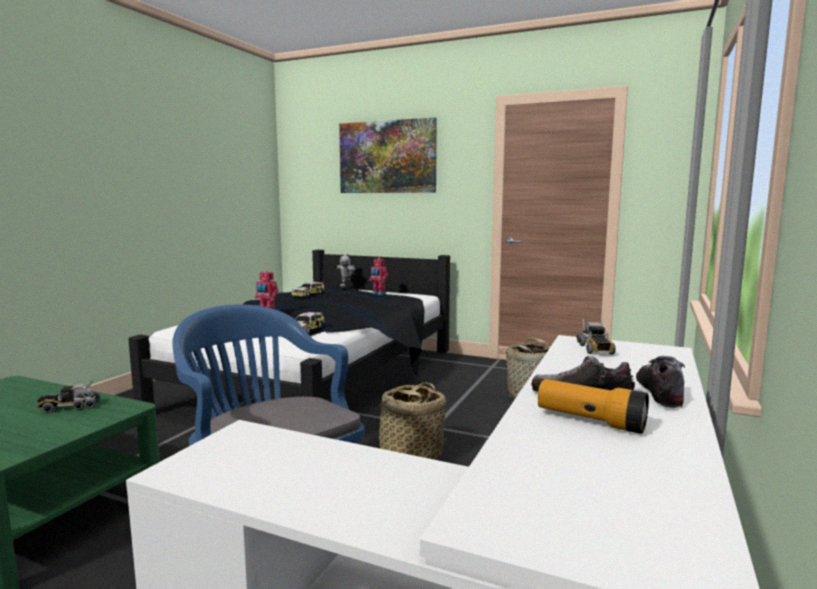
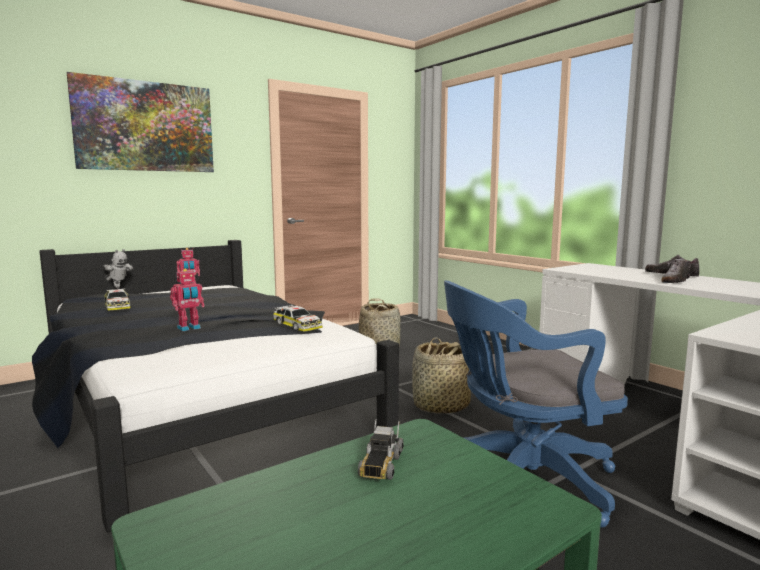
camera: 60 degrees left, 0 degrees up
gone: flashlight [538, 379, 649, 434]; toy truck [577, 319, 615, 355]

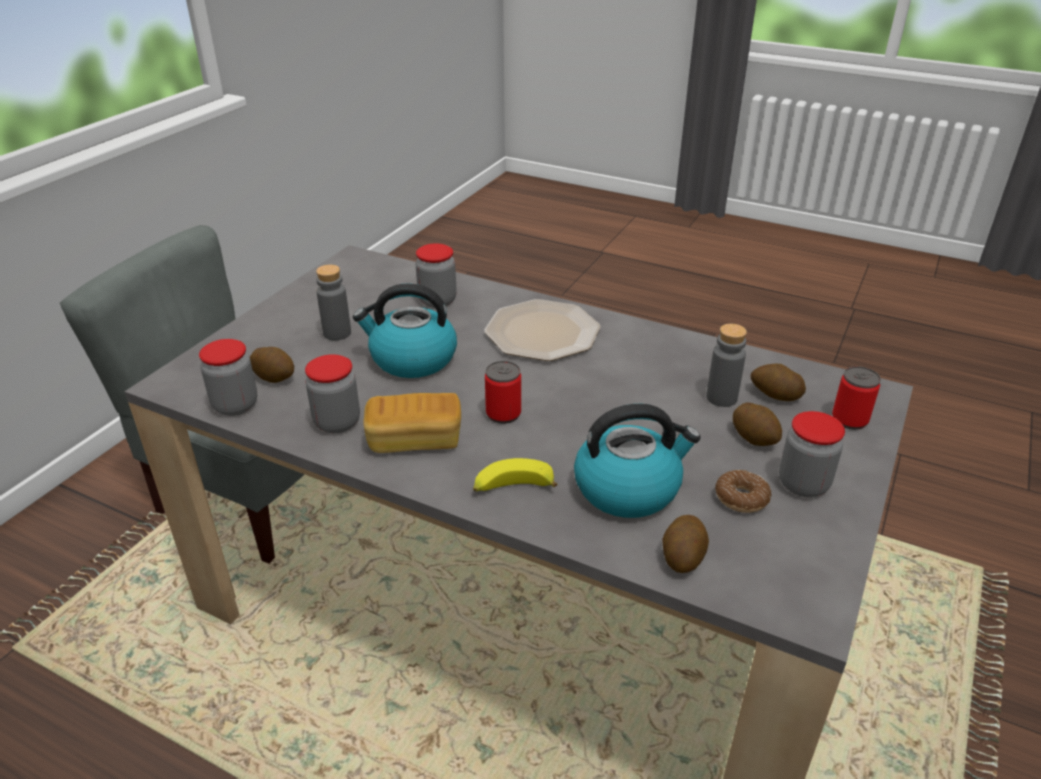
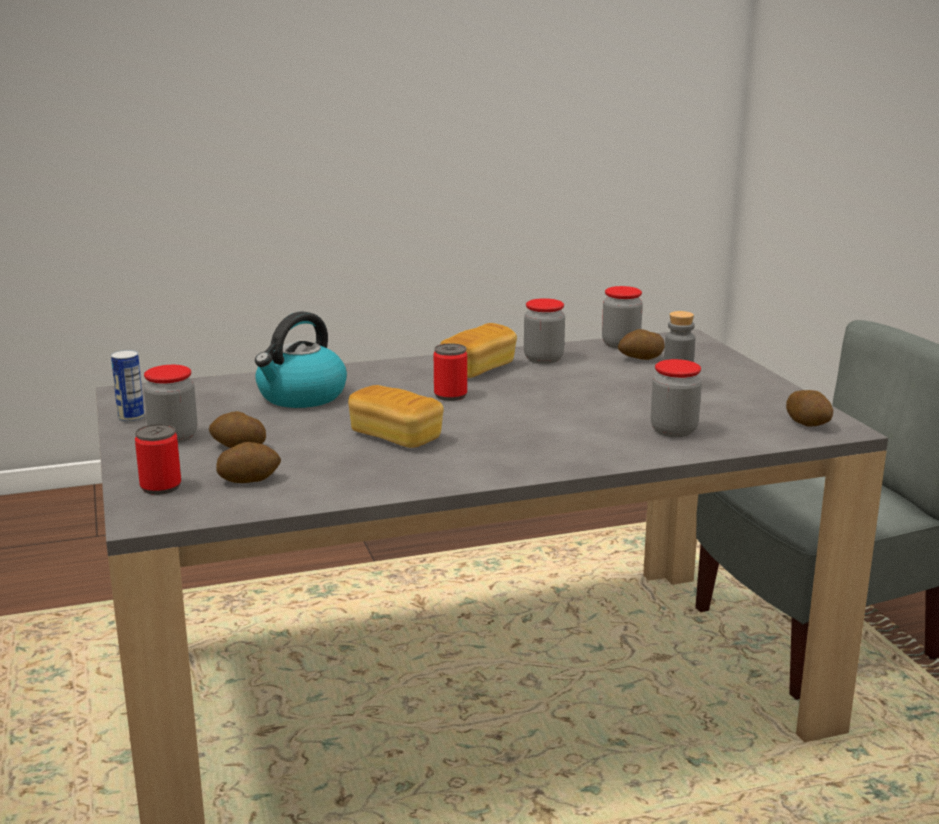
camera: 135 degrees right, 15 degrees down
gone: kettle [353, 284, 457, 378]; banana [473, 458, 557, 491]; plate [484, 299, 601, 361]; grey bottle [706, 324, 747, 407]; donut [715, 470, 771, 513]
new: can [111, 350, 145, 423]; bread [348, 385, 444, 448]
shifted: potato [662, 515, 709, 573] to [786, 390, 833, 427]

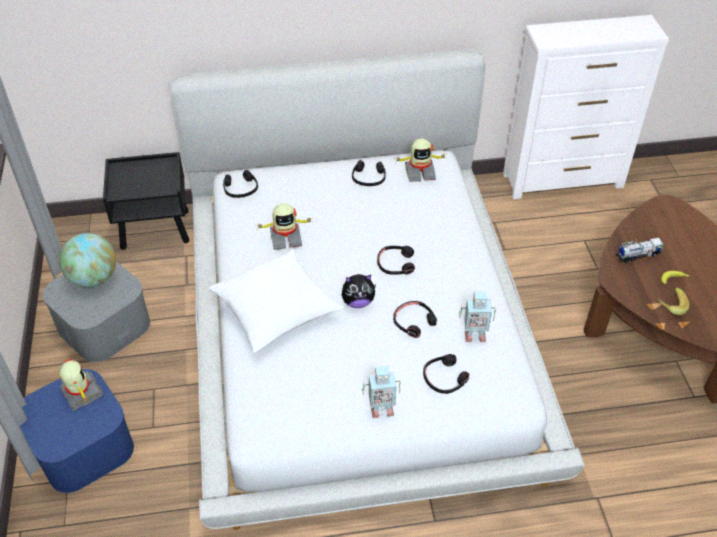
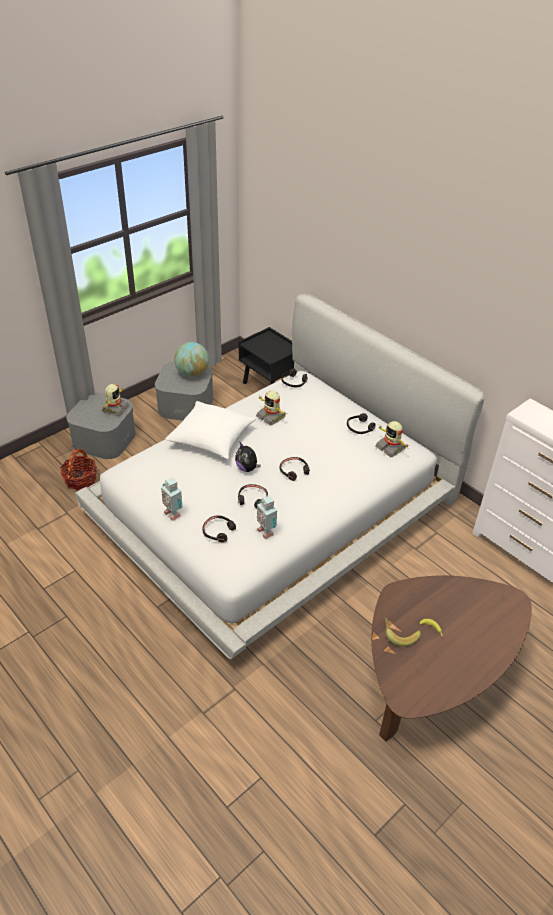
camera: 55 degrees right, 5 degrees down
gone: toy truck [616, 238, 664, 263]
new: basket [60, 449, 97, 490]
repainted: blue storage box [19, 369, 134, 493] to grey storage box [66, 392, 136, 459]

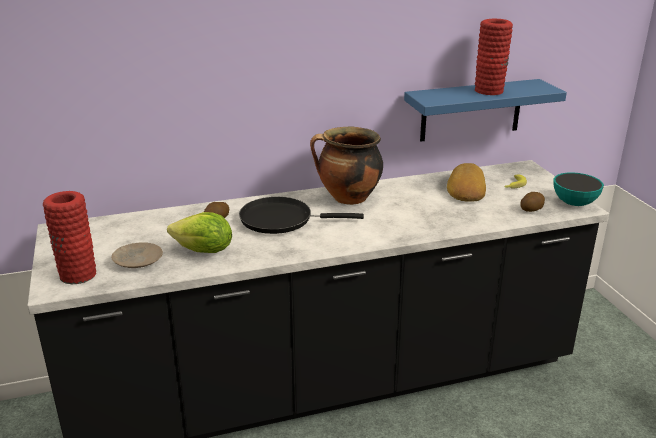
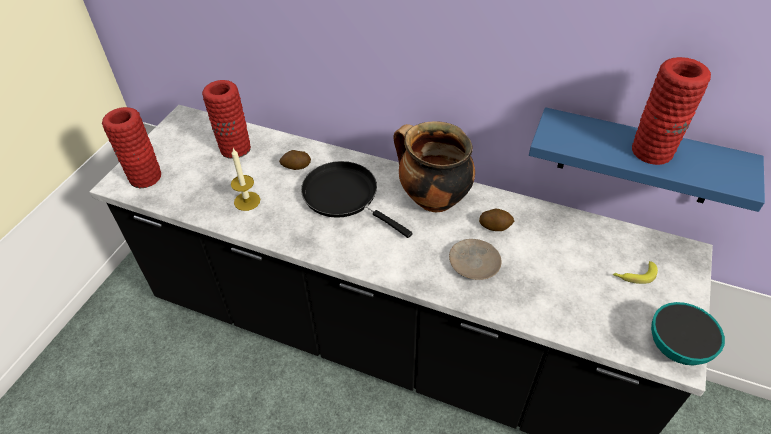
camera: 40 degrees right, 20 degrees up
gone: bread [447, 163, 486, 202]
new: red vase [202, 80, 251, 159]
shifted: beige plate [111, 243, 163, 268] to [449, 239, 502, 280]; potato [520, 192, 545, 212] to [479, 209, 514, 231]
swapped: lettuce [167, 212, 232, 253] to candle [231, 148, 260, 211]

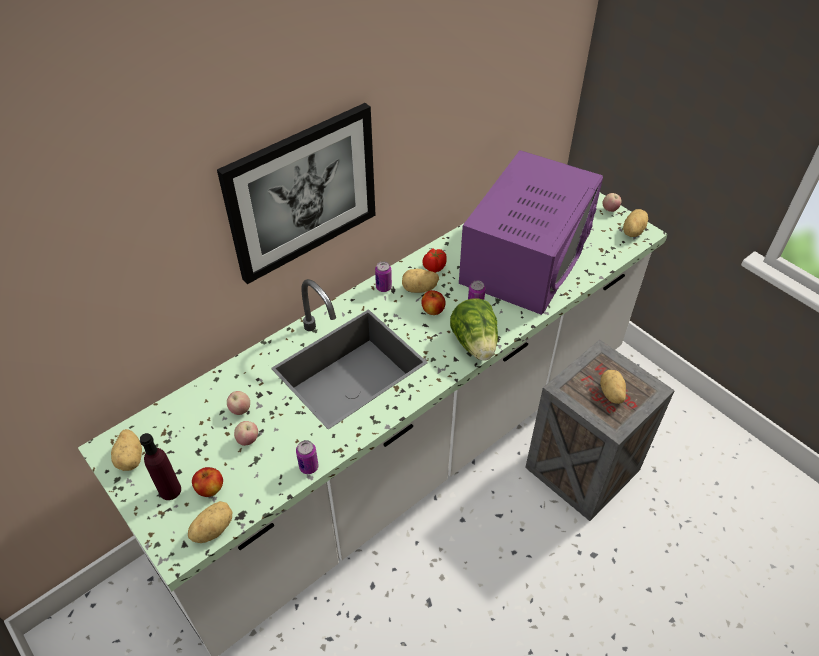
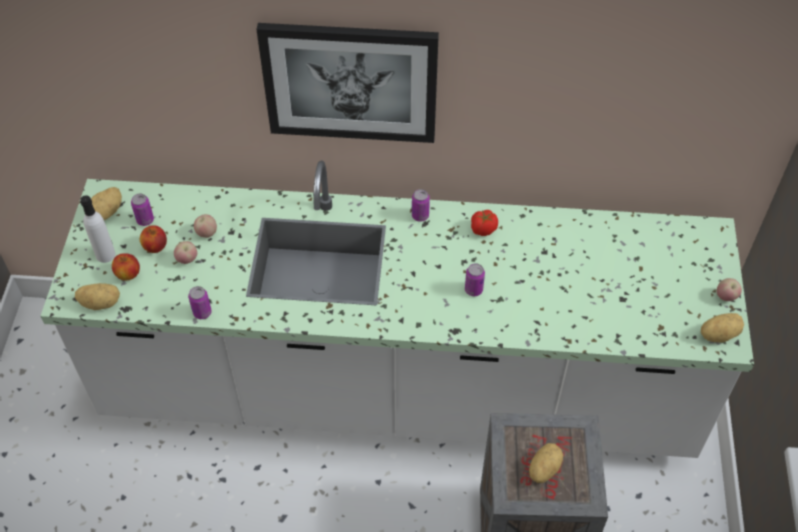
camera: 45 degrees right, 5 degrees up
gone: potato [402, 269, 439, 293]; lettuce [450, 299, 498, 361]; purple microwave [459, 150, 603, 315]
new: can [131, 193, 154, 226]
shifted: apple [421, 290, 446, 315] to [140, 225, 167, 253]
repainted: purple bottle [140, 433, 181, 500] to white bottle [80, 195, 116, 263]

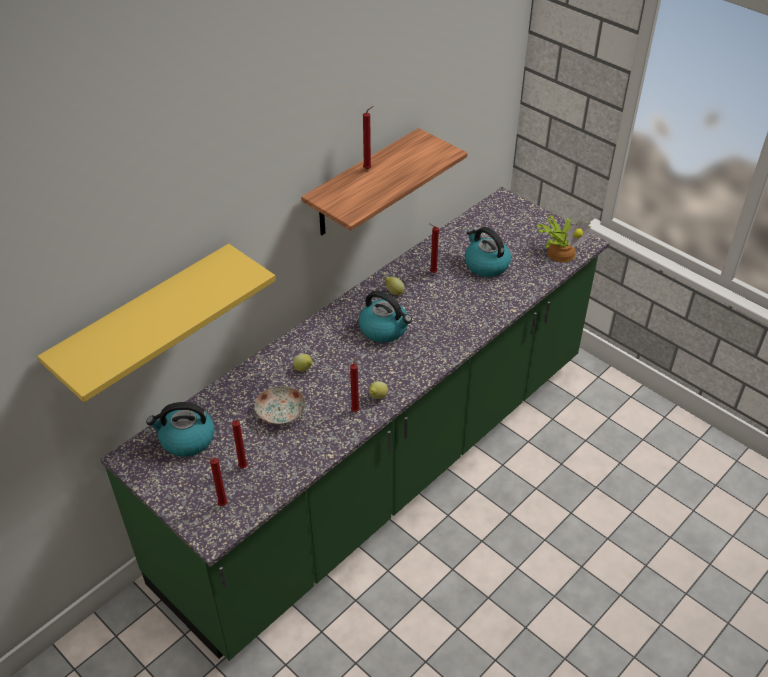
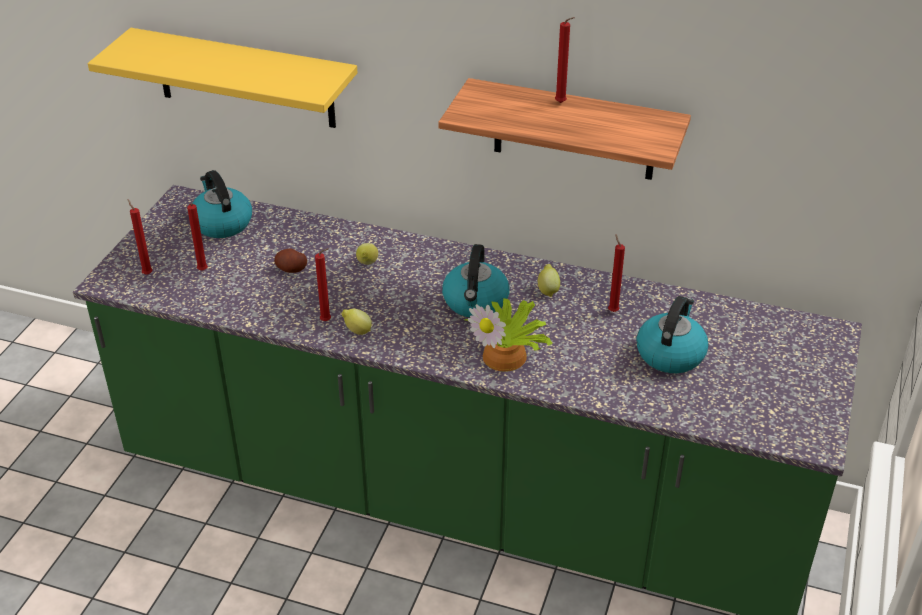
camera: 65 degrees right, 5 degrees down
shifted: potted plant [535, 215, 591, 263] to [465, 296, 553, 372]
swapped: plate [255, 386, 306, 425] to potato [274, 249, 307, 273]

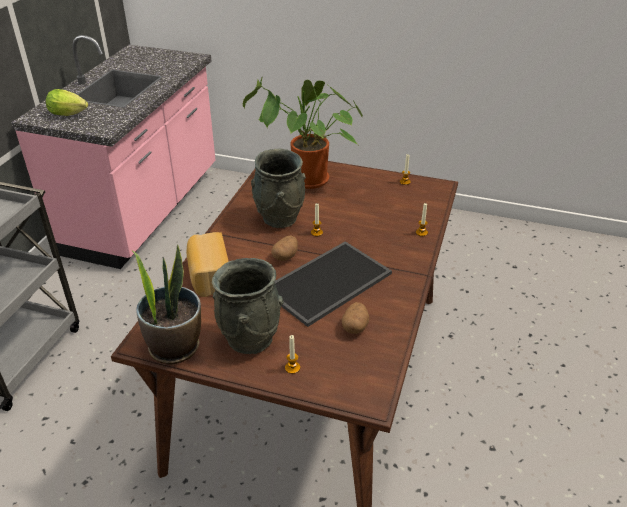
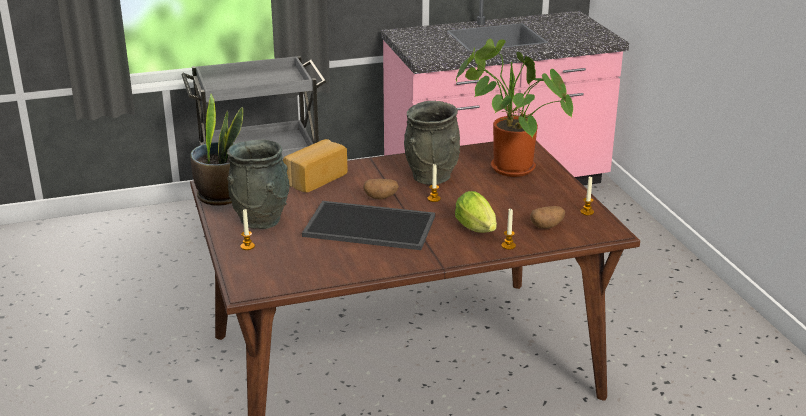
camera: 55 degrees right, 10 degrees down
shifted: lettuce [46, 89, 88, 116] to [455, 191, 497, 233]; potato [341, 302, 369, 334] to [530, 206, 565, 229]

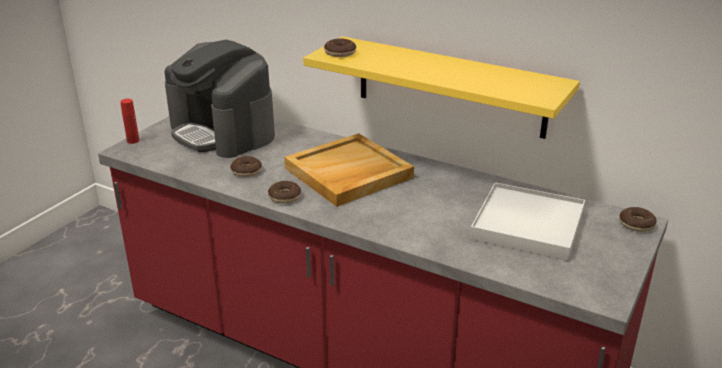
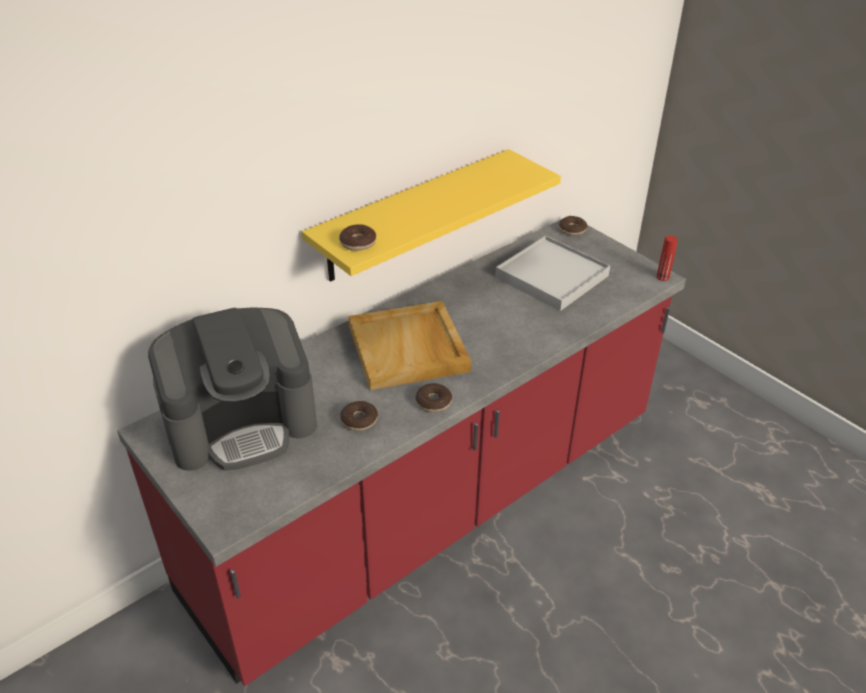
camera: 70 degrees left, 10 degrees up
shifted: red bottle [120, 99, 139, 144] to [656, 235, 678, 281]

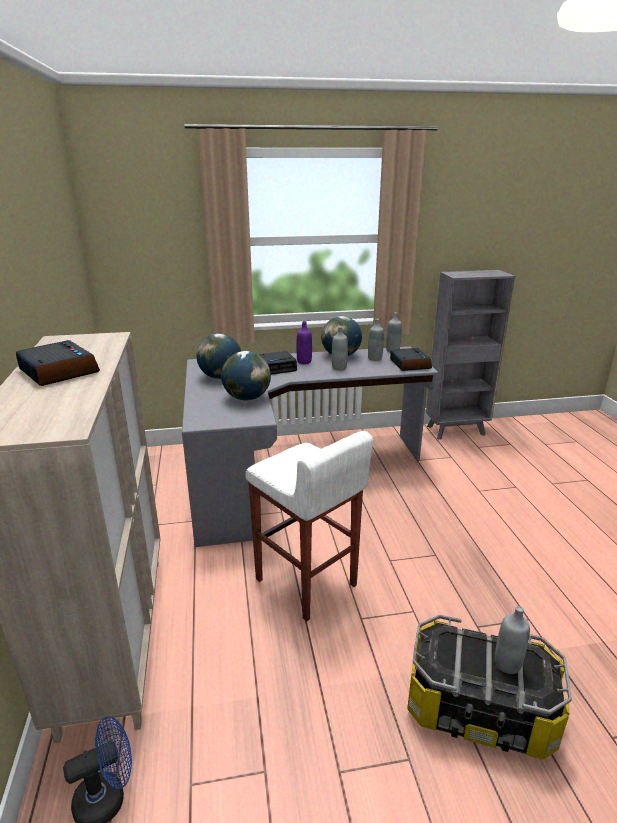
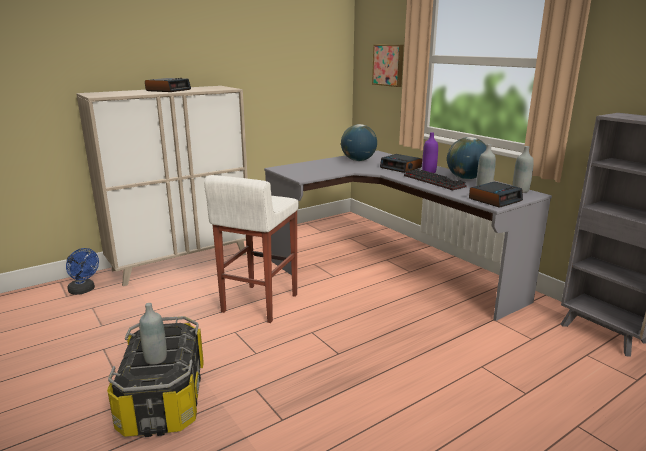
camera: 65 degrees right, 5 degrees down
gone: globe [221, 351, 271, 400]
new: picture [372, 44, 404, 87]
swapped: grey bottle [332, 326, 348, 370] to keyboard [404, 169, 467, 191]

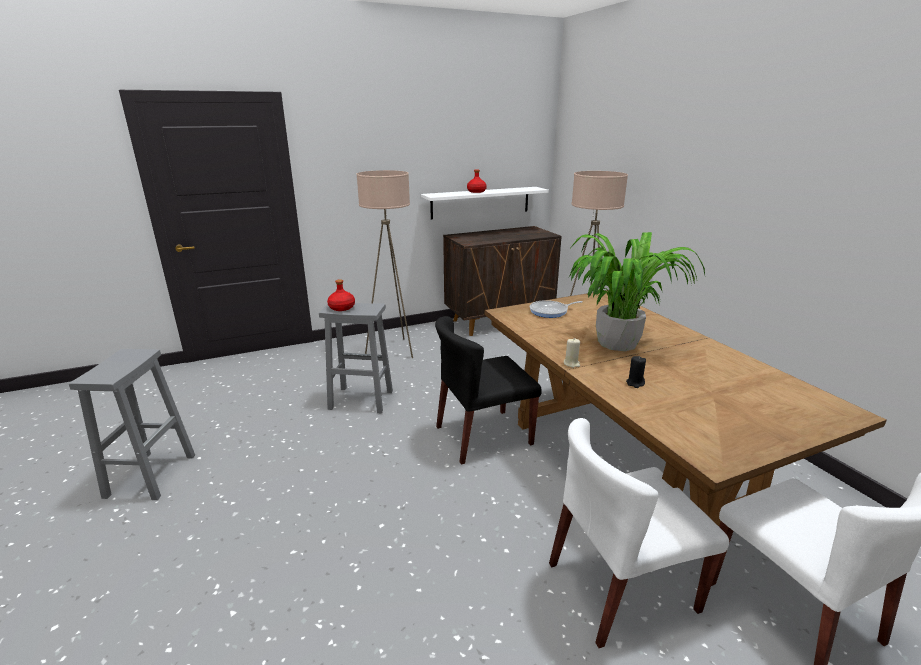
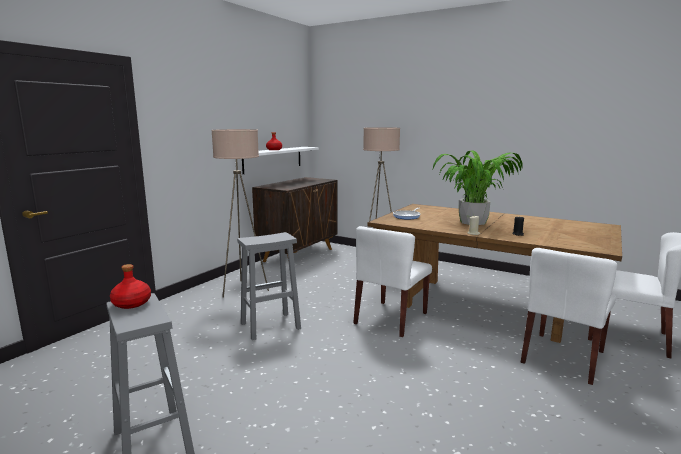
camera: 35 degrees left, 10 degrees down
shifted: red bottle [327, 279, 355, 311] to [110, 264, 151, 309]
repainted: black chair [435, 316, 542, 465] to white chair [353, 226, 432, 337]

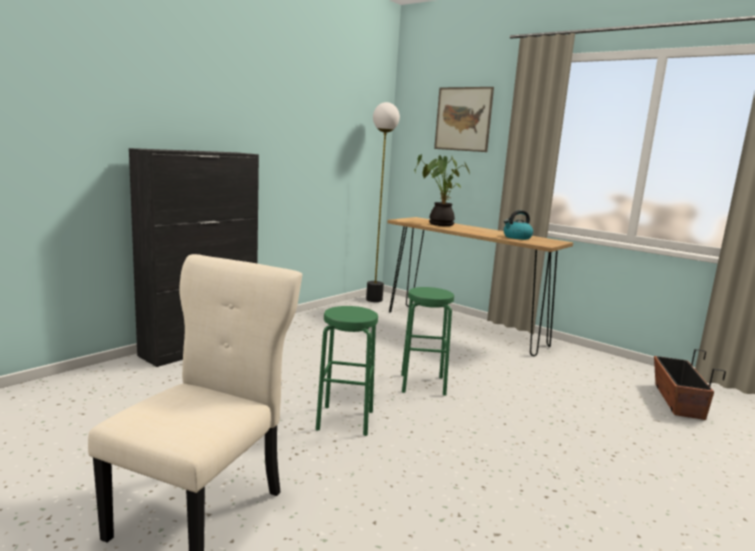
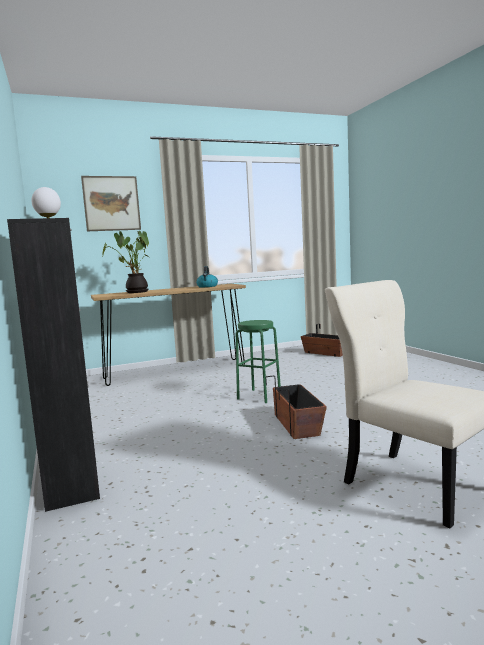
camera: 60 degrees left, 5 degrees down
swapped: green stool [316, 306, 378, 436] to planter [266, 376, 327, 439]

